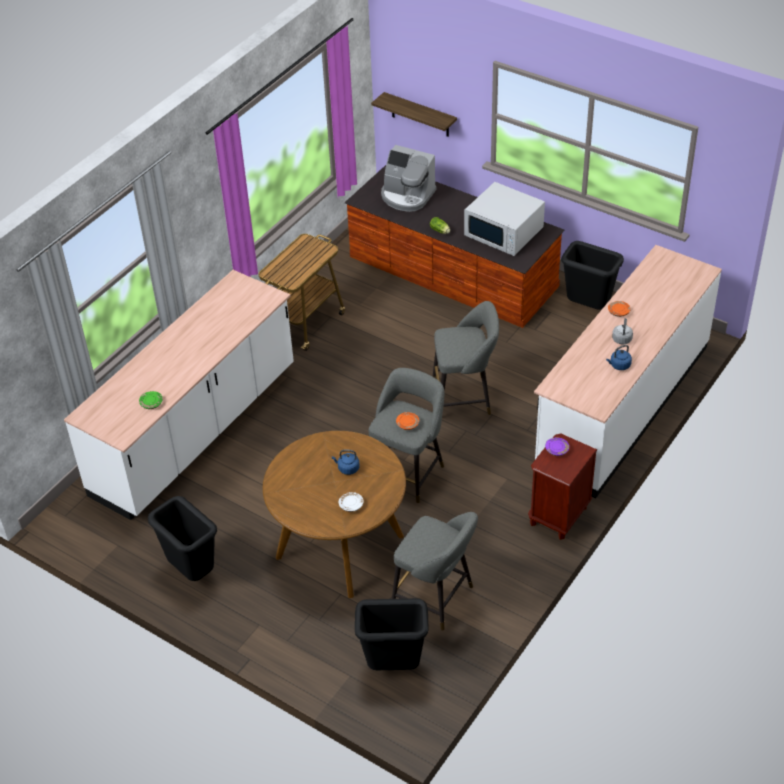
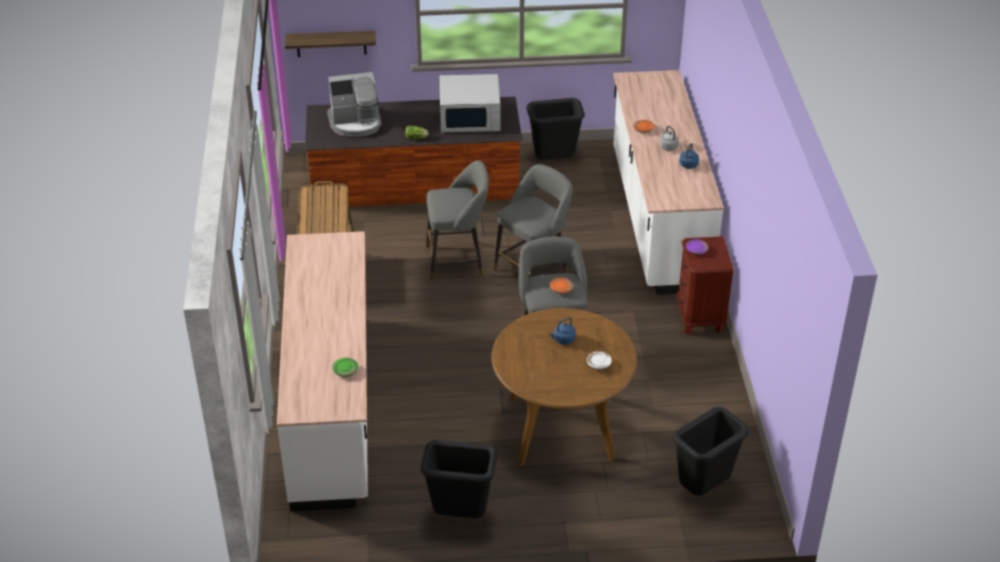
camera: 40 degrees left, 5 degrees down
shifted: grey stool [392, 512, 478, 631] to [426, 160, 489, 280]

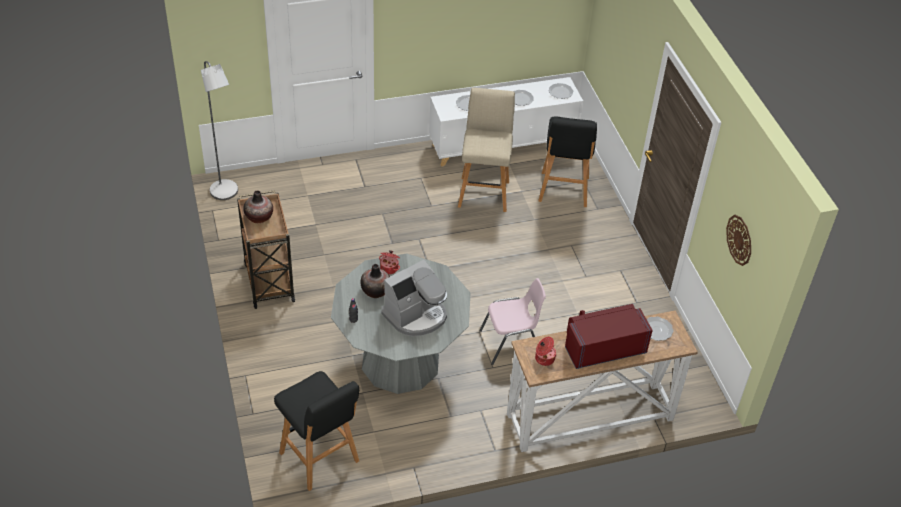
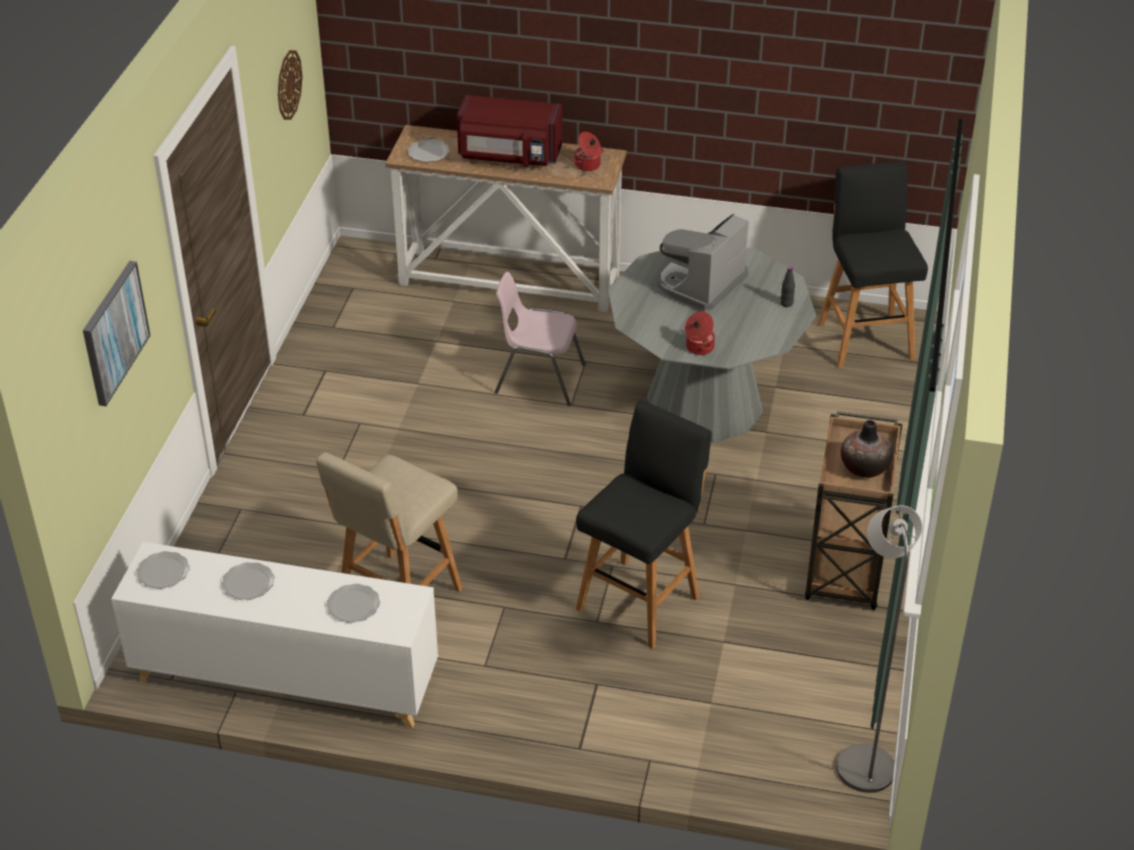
camera: 150 degrees left, 5 degrees down
gone: vase [361, 264, 390, 298]
new: picture [83, 261, 151, 406]
shifted: black stool [538, 117, 597, 207] to [576, 400, 712, 649]
rotated: coffee machine [381, 260, 447, 336] = [657, 214, 749, 312] 45 degrees counterclockwise

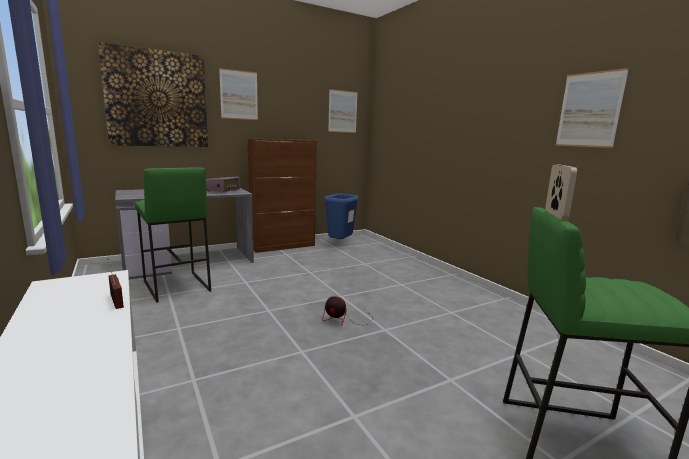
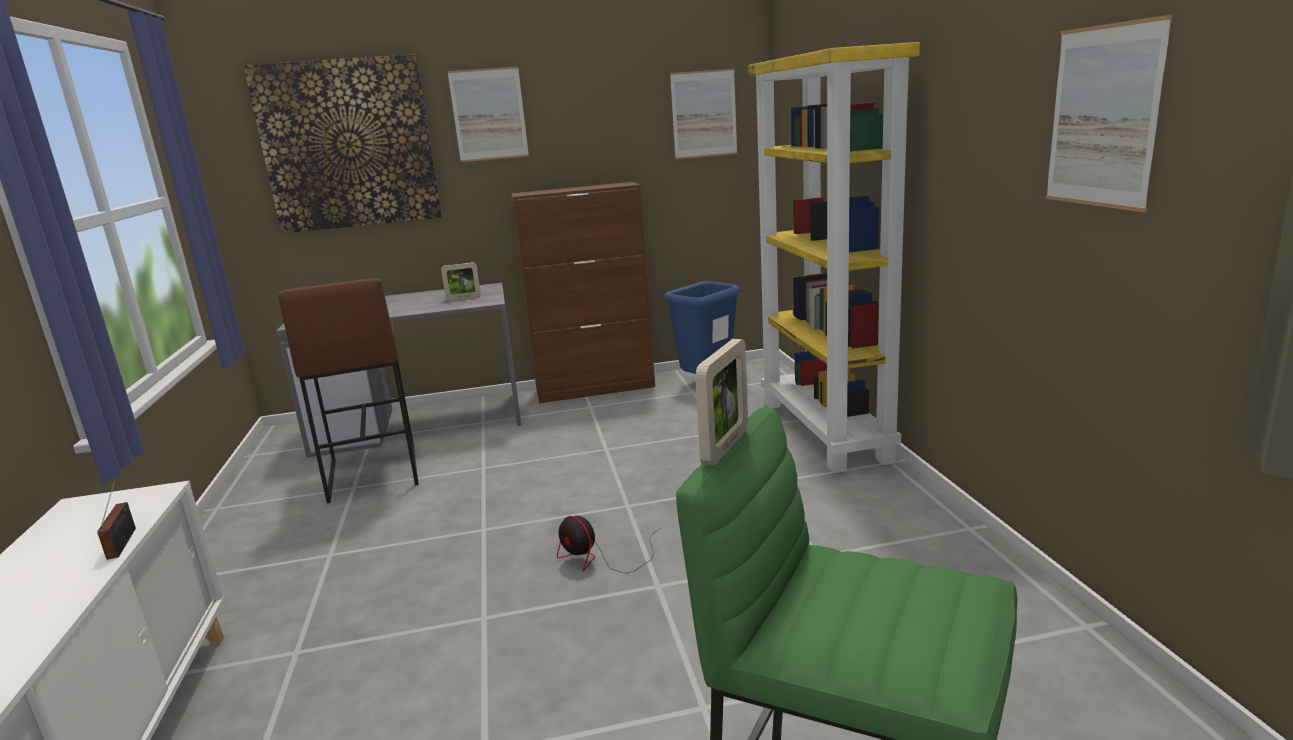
camera: 20 degrees right, 5 degrees up
new: yellow bookcase [748, 42, 920, 473]
swapped: radio [206, 177, 240, 192] to picture frame [441, 262, 481, 300]
repainted: green stool [135, 167, 211, 303] to brown stool [278, 278, 419, 503]

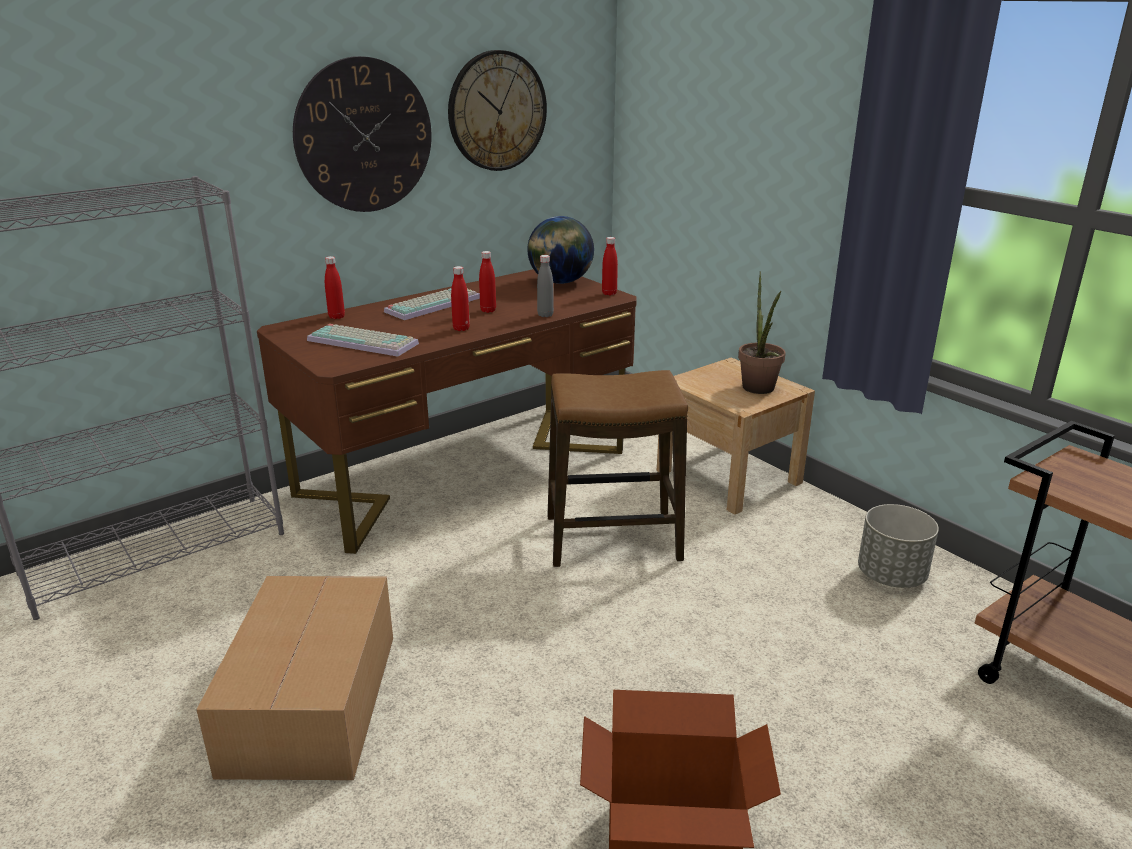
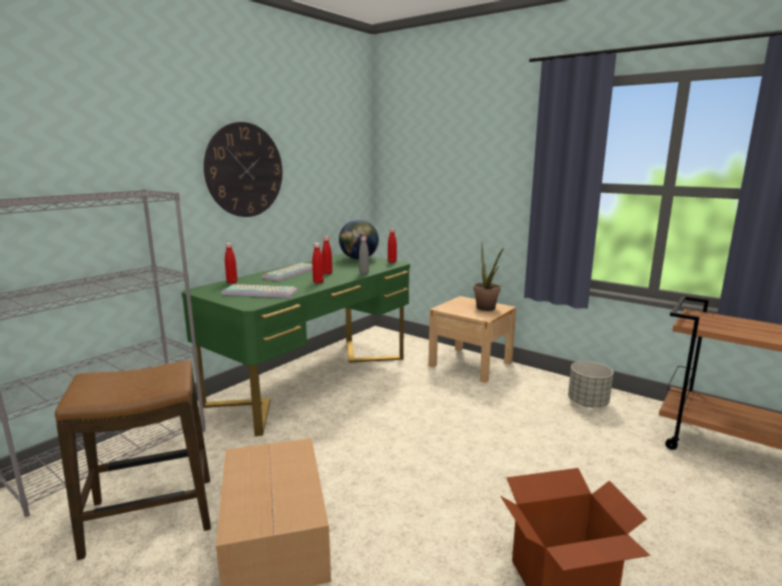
camera: 15 degrees left, 10 degrees down
gone: wall clock [448, 50, 547, 171]
shifted: stool [548, 370, 688, 567] to [55, 360, 211, 560]
repainted: brown desk [257, 269, 637, 554] to green desk [182, 253, 410, 436]

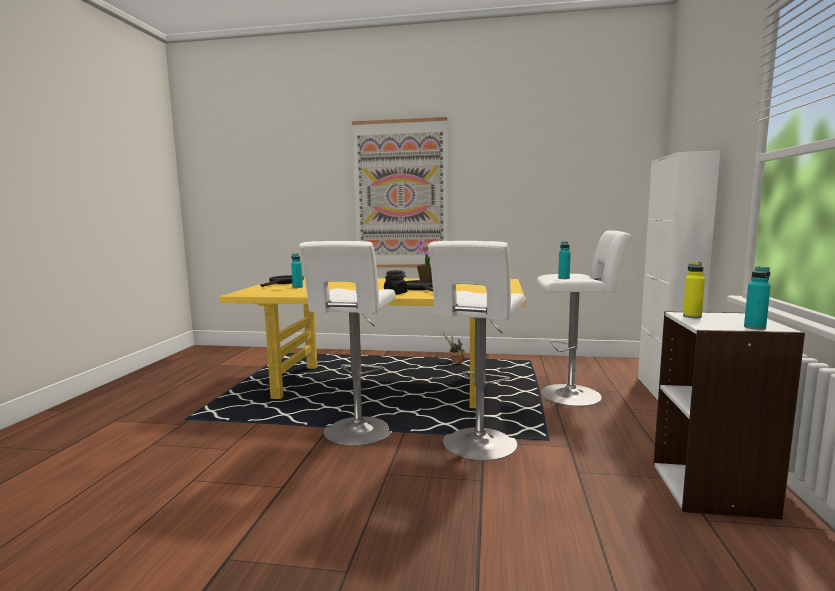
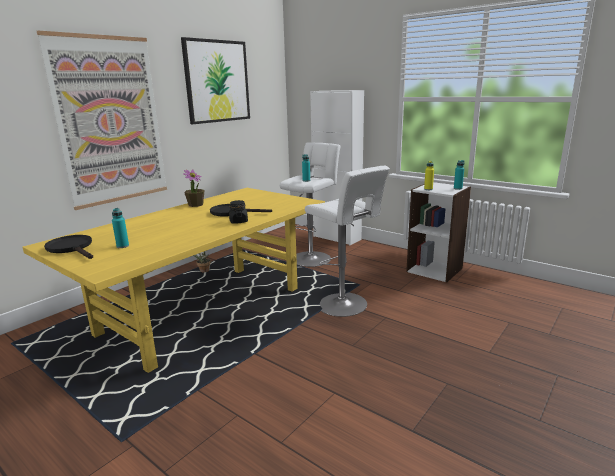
camera: 60 degrees left, 10 degrees up
gone: white stool [299, 241, 396, 446]
new: picture [181, 37, 250, 124]

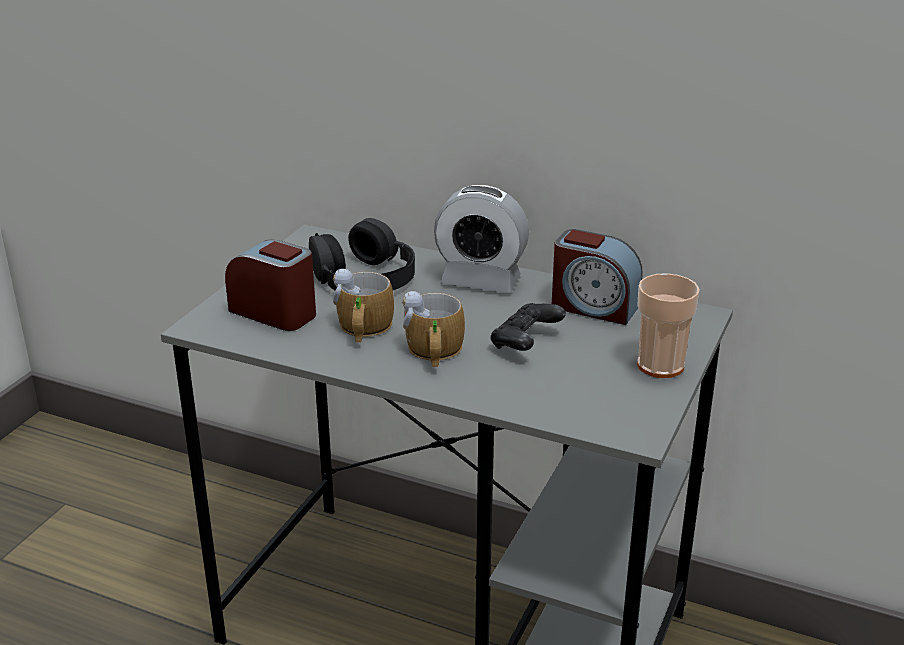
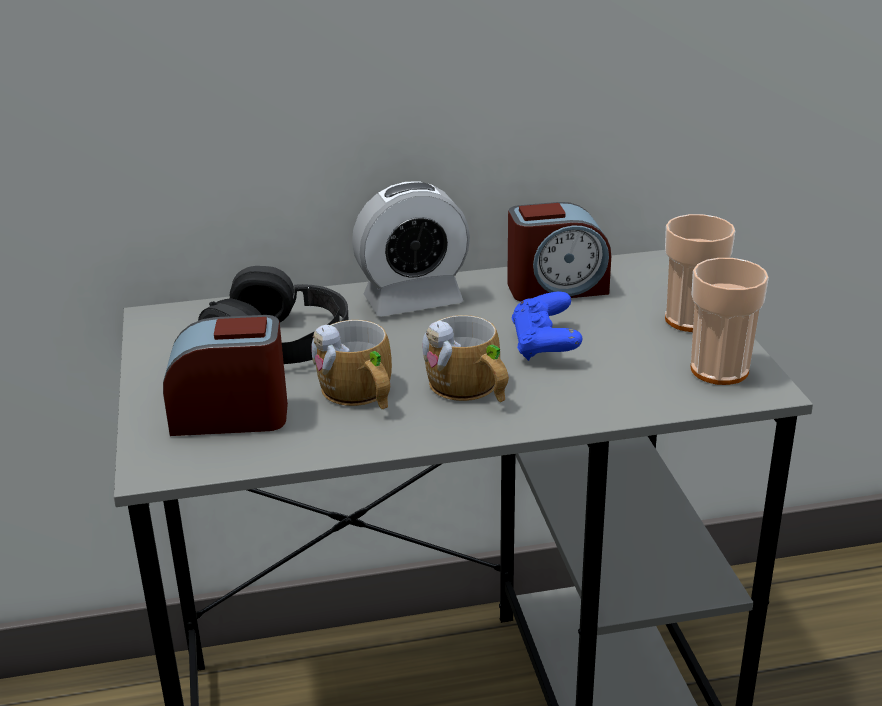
camera: 35 degrees left, 0 degrees up
new: cup [691, 258, 769, 385]
repainted: black game controller [490, 303, 566, 351] to blue game controller [512, 292, 582, 361]

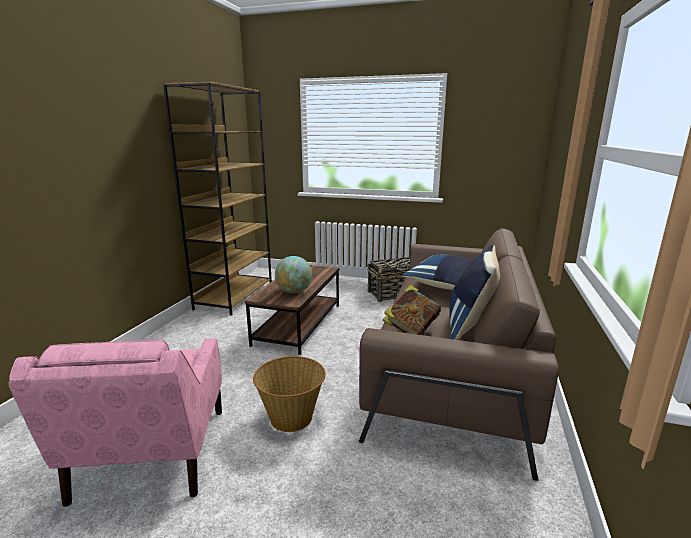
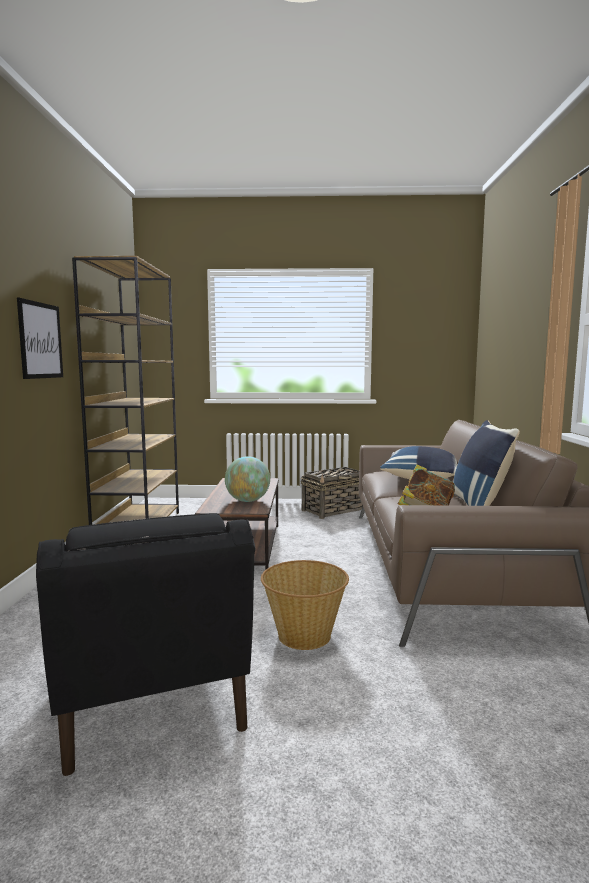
camera: 15 degrees left, 10 degrees down
new: picture [17, 298, 63, 379]
repainted: pink armchair [9, 338, 222, 507] to black armchair [36, 513, 255, 776]

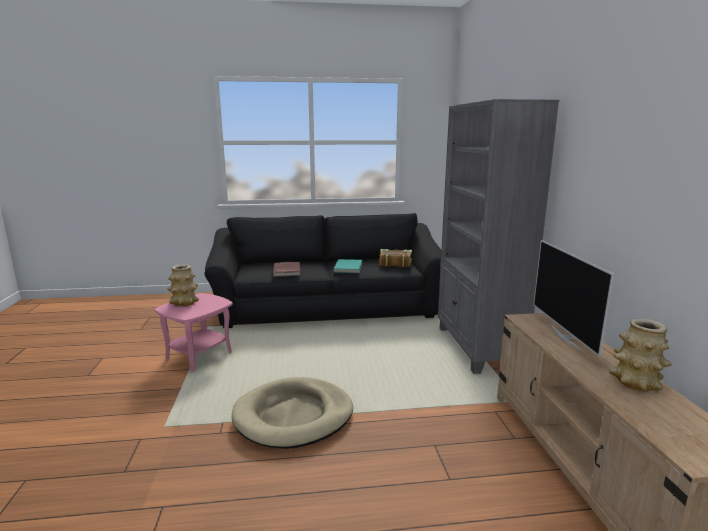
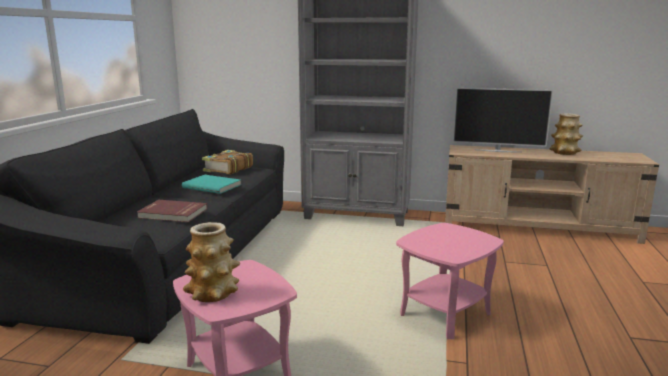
camera: 70 degrees left, 0 degrees up
swapped: beige dog bed [232, 377, 353, 449] to pink side table [396, 223, 504, 339]

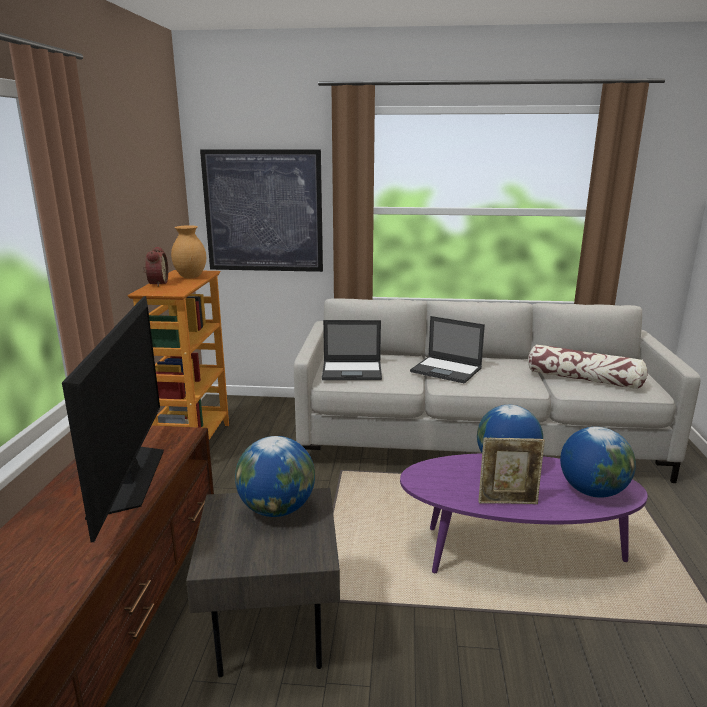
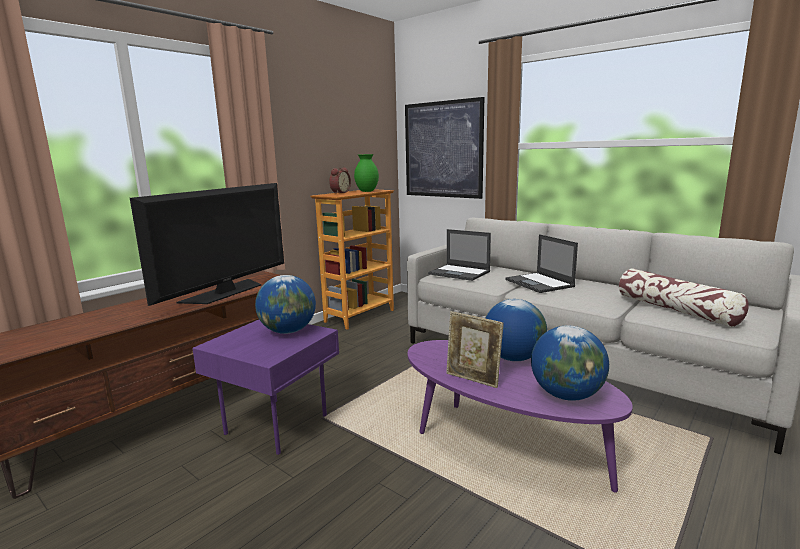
camera: 35 degrees right, 5 degrees down
repainted: grey side table [186, 488, 340, 677] to purple side table [192, 320, 339, 455]; brown vase [171, 225, 206, 278] to green vase [354, 154, 379, 192]

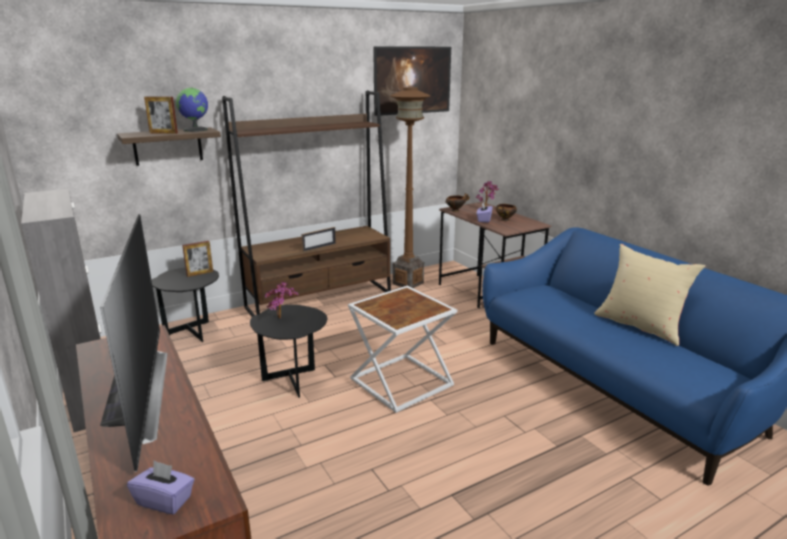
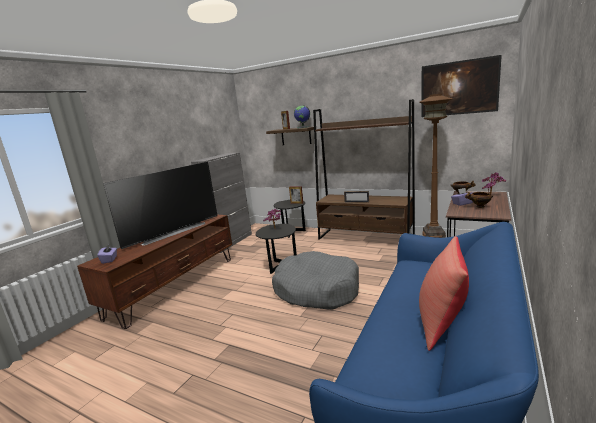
camera: 60 degrees right, 5 degrees down
swapped: white side table [348, 286, 457, 413] to grey dog bed [272, 251, 359, 309]
repainted: beige pillow [594, 244, 705, 346] to red pillow [419, 236, 469, 351]

